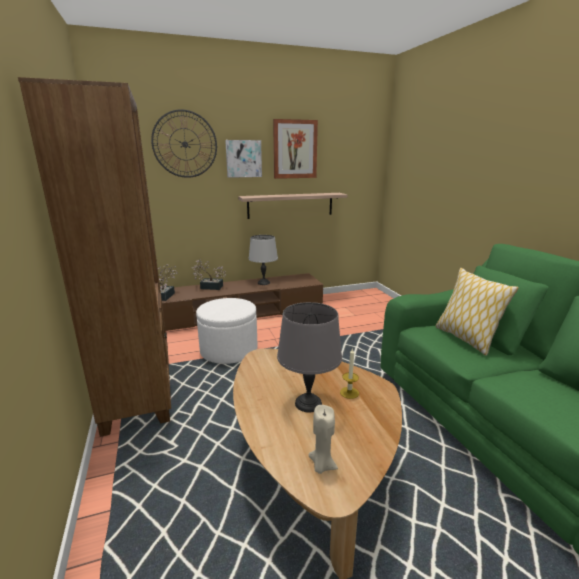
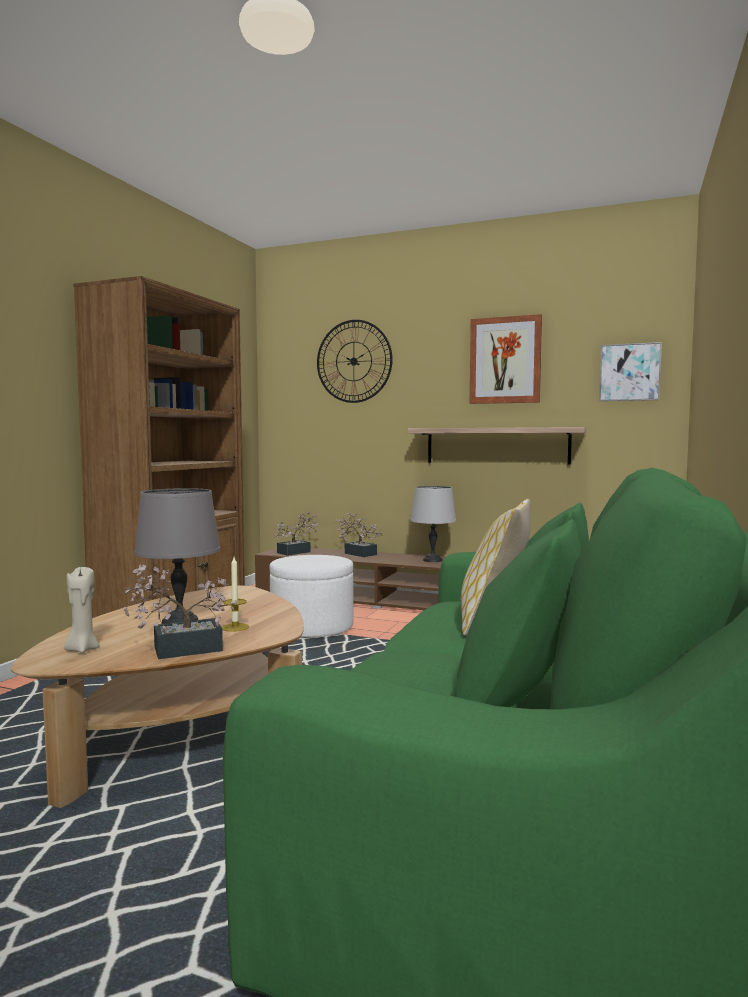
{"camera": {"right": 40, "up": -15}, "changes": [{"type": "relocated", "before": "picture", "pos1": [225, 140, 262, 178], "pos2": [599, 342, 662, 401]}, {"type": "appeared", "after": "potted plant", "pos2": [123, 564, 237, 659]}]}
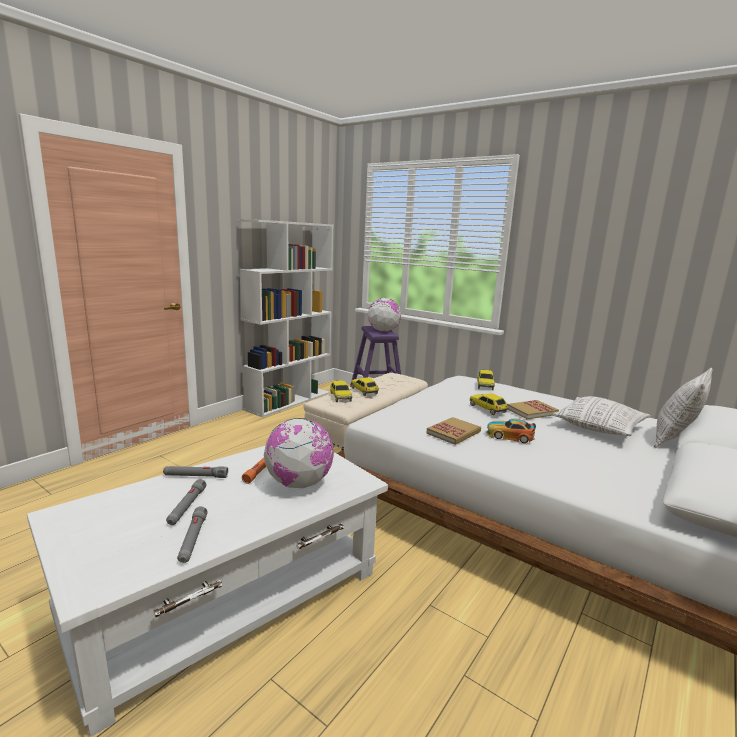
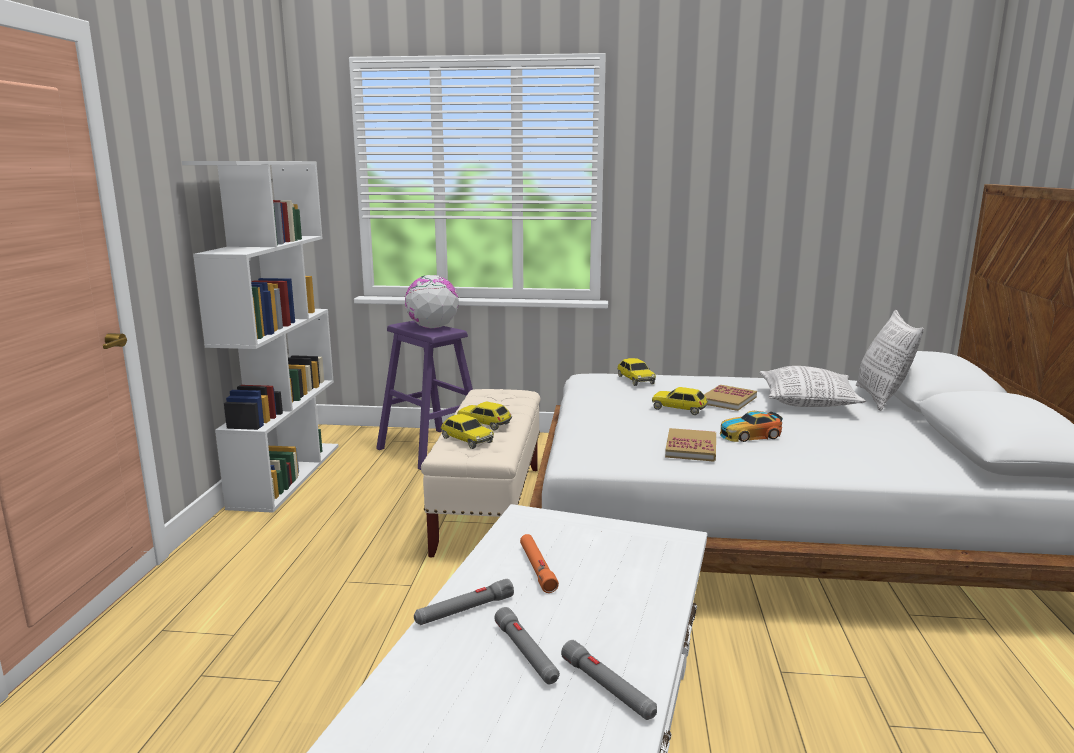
{"camera": {"right": -30, "up": 0}, "changes": [{"type": "missing", "before": "globe", "pos1": [264, 418, 334, 488]}]}
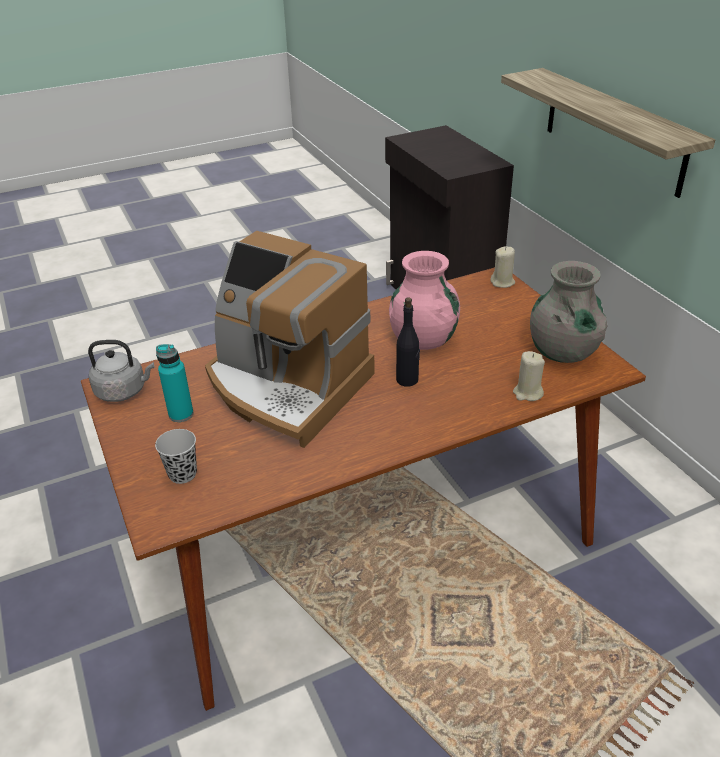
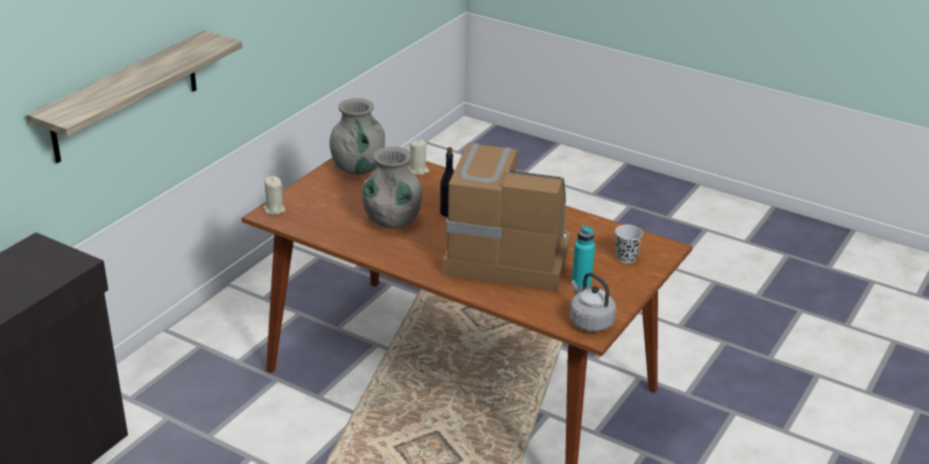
{"camera": {"right": -125, "up": -5}, "changes": [{"type": "spun", "before": "coffee machine", "pos1": [205, 231, 375, 448], "pos2": [443, 143, 571, 291], "turn": -75}, {"type": "colour", "before": "vase in pink", "after": "vase in grey", "pos1": [389, 251, 460, 350], "pos2": [362, 146, 422, 228]}]}
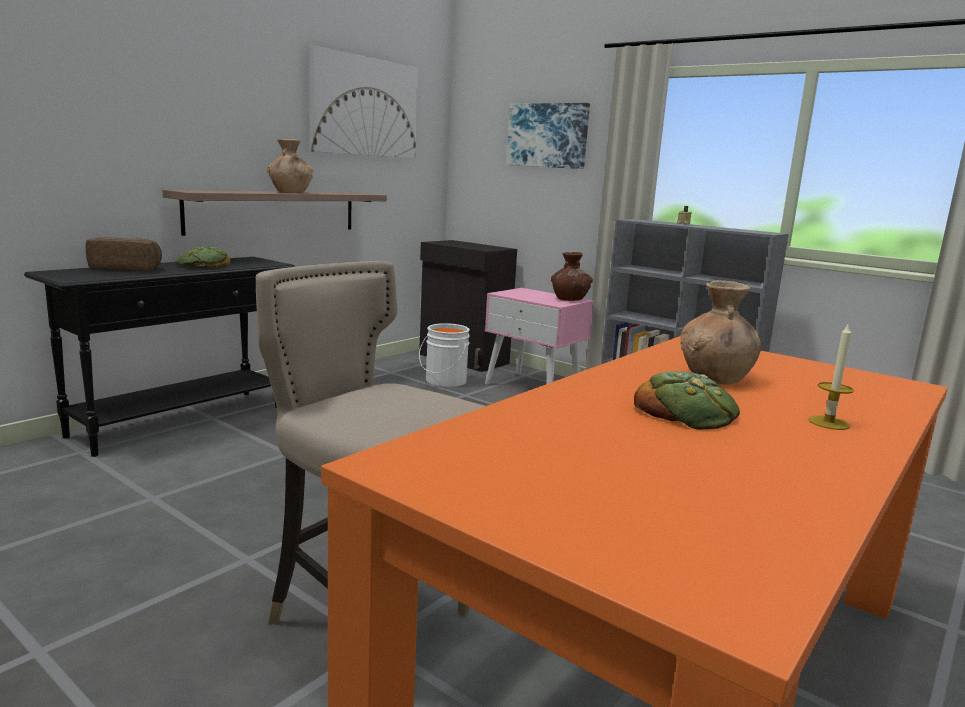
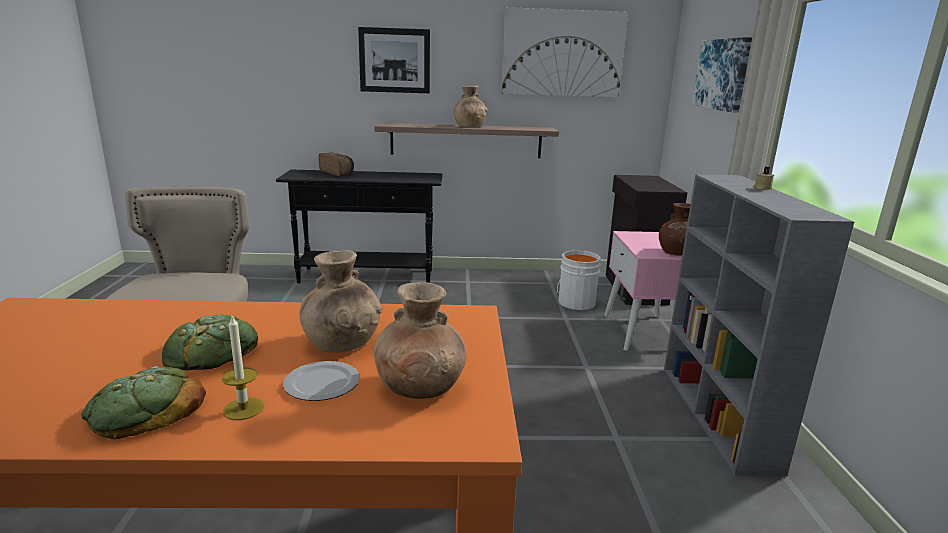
{"camera": {"right": 50, "up": 5}, "changes": [{"type": "relocated", "before": "bread", "pos1": [176, 246, 230, 267], "pos2": [81, 366, 206, 439]}, {"type": "appeared", "after": "picture", "pos2": [358, 27, 430, 93]}, {"type": "appeared", "after": "vase in brown", "pos2": [374, 282, 467, 399]}, {"type": "appeared", "after": "plate", "pos2": [283, 361, 360, 401]}]}
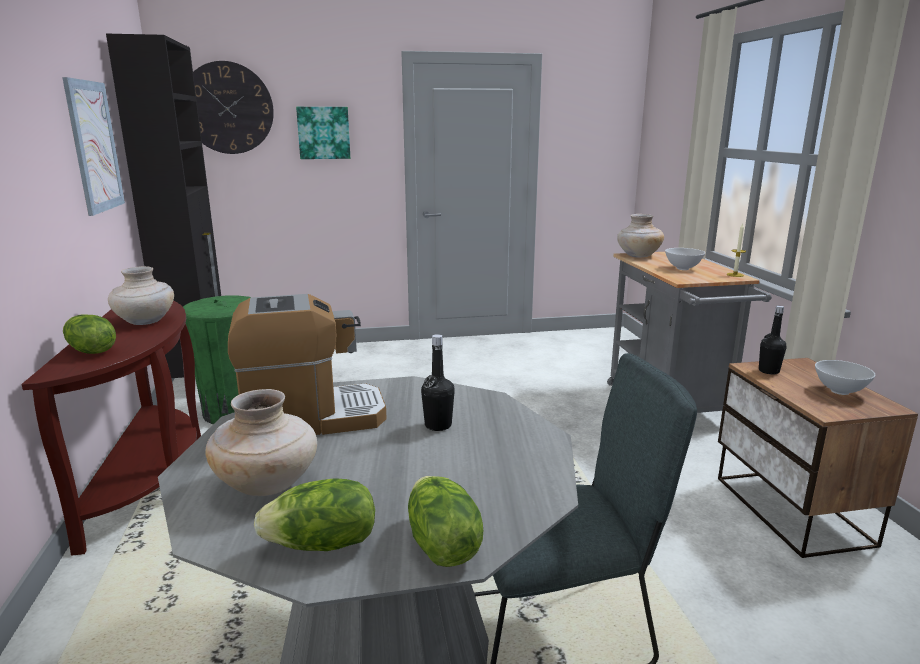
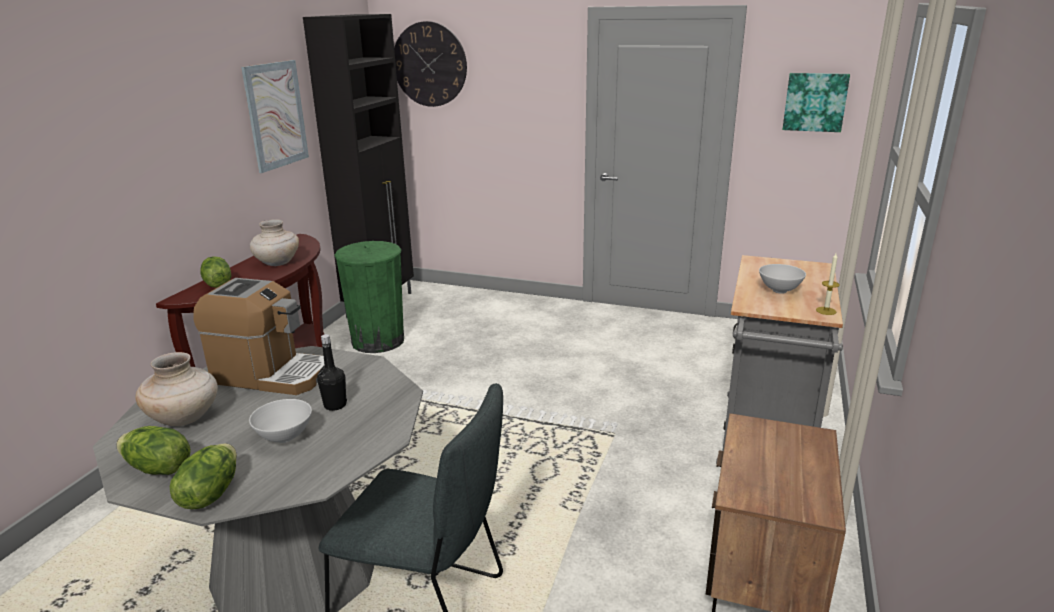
{"camera": {"right": 30, "up": 5}, "changes": [{"type": "relocated", "before": "picture", "pos1": [296, 107, 350, 159], "pos2": [783, 73, 850, 132]}, {"type": "missing", "before": "vase in beige", "pos1": [617, 214, 664, 258]}, {"type": "missing", "before": "bottle in black", "pos1": [759, 306, 787, 375]}, {"type": "relocated", "before": "bowl in white", "pos1": [815, 360, 875, 395], "pos2": [249, 399, 312, 443]}]}
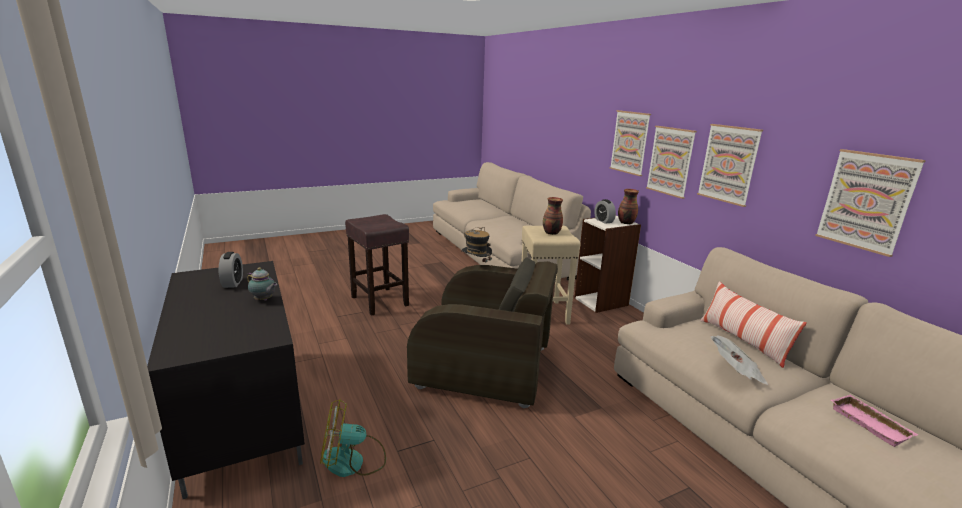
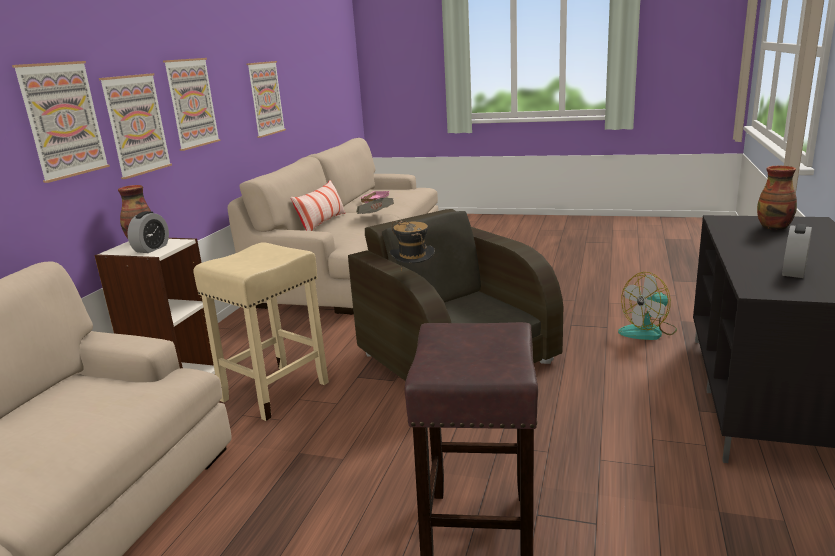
{"camera": {"right": -135, "up": 0}, "changes": [{"type": "relocated", "before": "vase", "pos1": [543, 197, 563, 235], "pos2": [757, 166, 797, 230]}, {"type": "missing", "before": "teapot", "pos1": [247, 267, 277, 301]}, {"type": "spun", "before": "fan", "pos1": [320, 399, 386, 477], "pos2": [618, 272, 677, 340], "turn": 120}]}
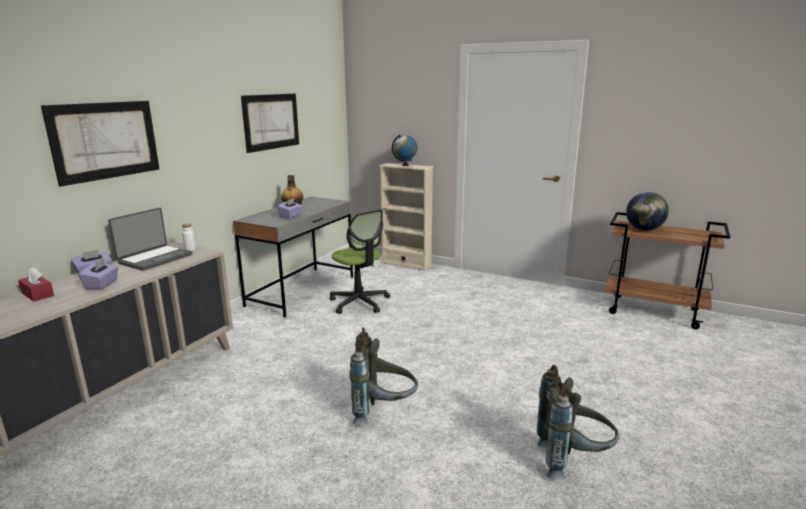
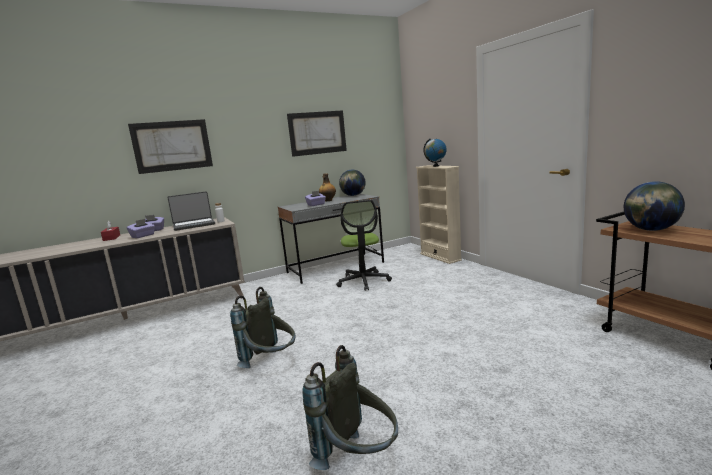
{"camera": {"right": 35, "up": -5}, "changes": [{"type": "appeared", "after": "globe", "pos2": [339, 170, 366, 196]}]}
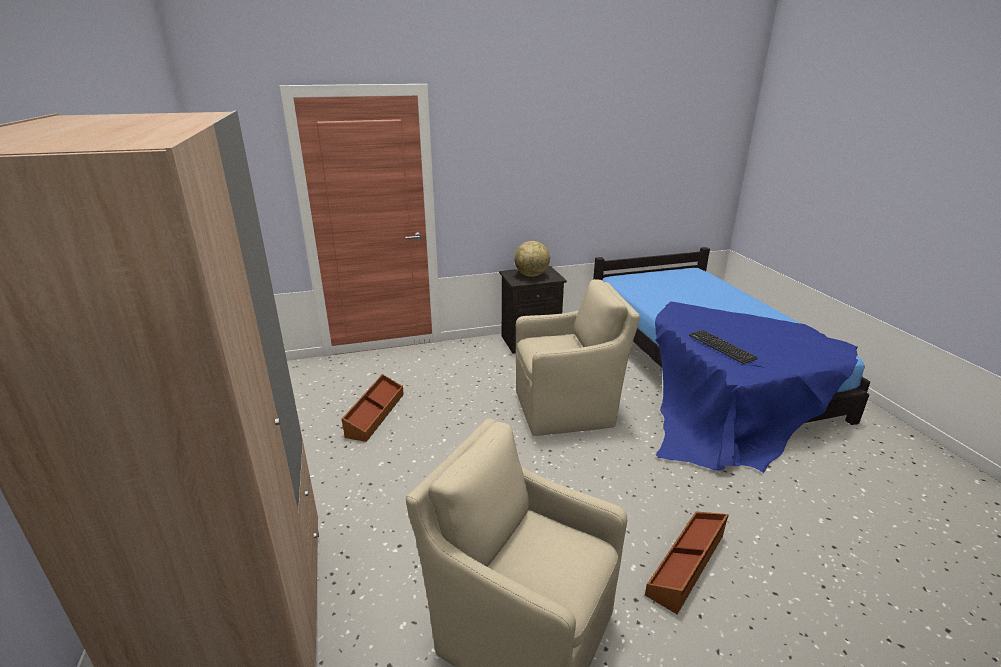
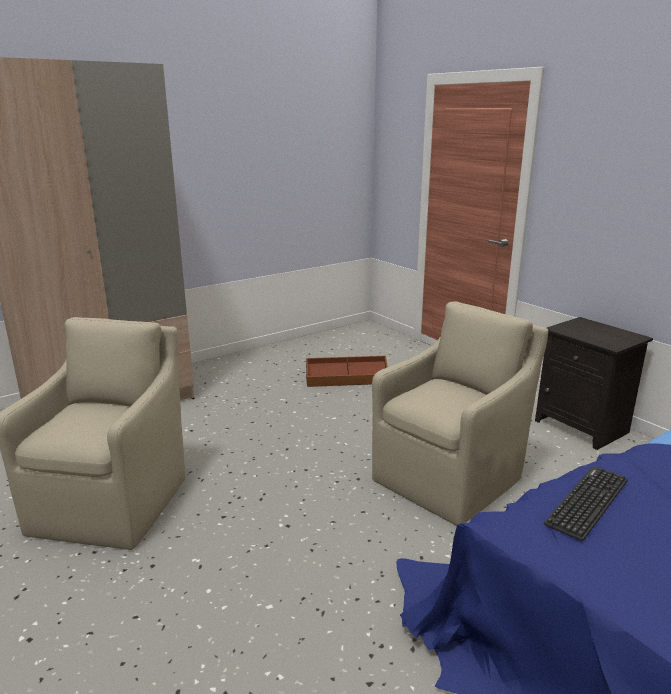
{"camera": {"right": 70, "up": -5}, "changes": [{"type": "missing", "before": "globe", "pos1": [514, 241, 550, 277]}, {"type": "spun", "before": "armchair in beige", "pos1": [516, 279, 640, 436], "pos2": [372, 301, 548, 526], "turn": -105}, {"type": "missing", "before": "storage box in brown", "pos1": [645, 511, 729, 614]}]}
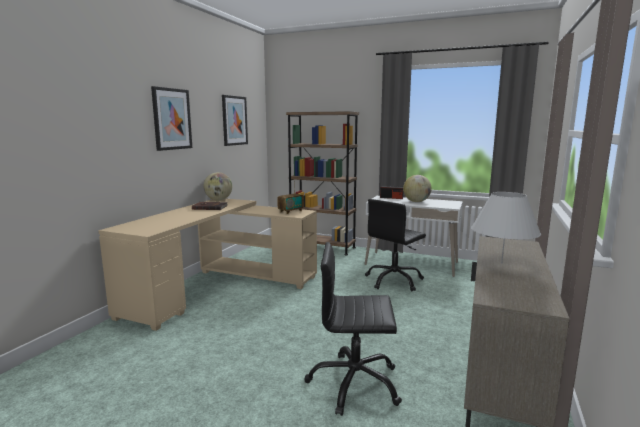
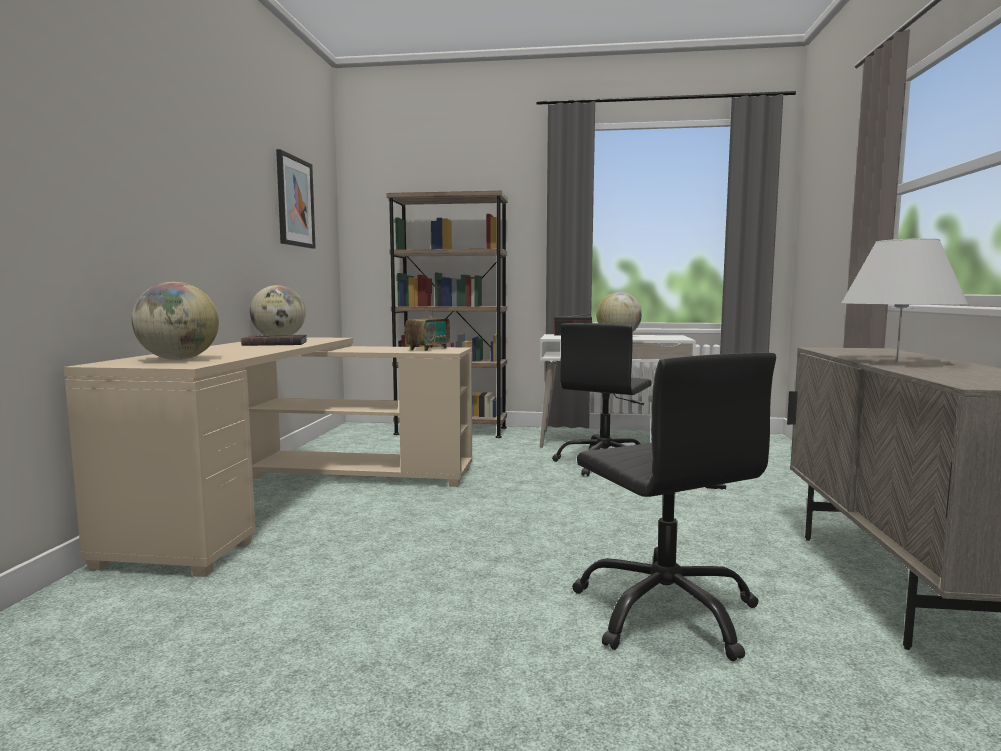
{"camera": {"right": -15, "up": -5}, "changes": [{"type": "missing", "before": "picture", "pos1": [151, 86, 192, 151]}, {"type": "spun", "before": "office chair in black", "pos1": [304, 242, 402, 416], "pos2": [572, 353, 776, 661], "turn": -105}, {"type": "appeared", "after": "globe", "pos2": [131, 282, 219, 360]}]}
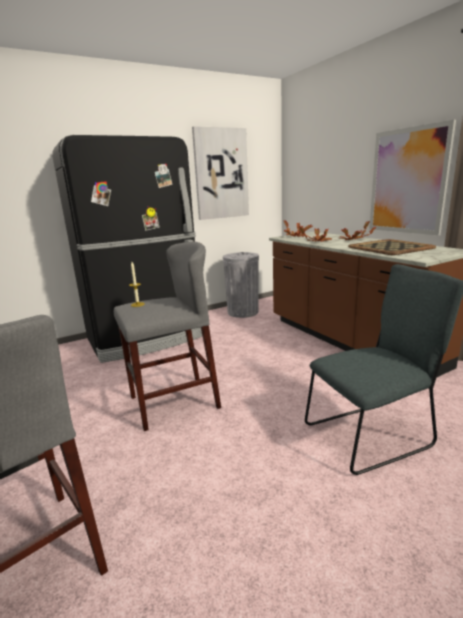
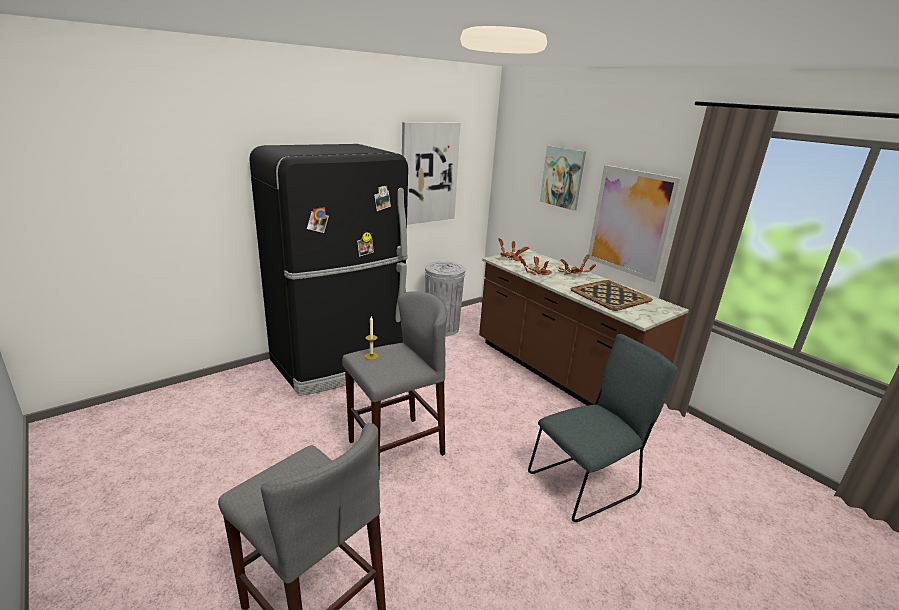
{"camera": {"right": -10, "up": 5}, "changes": [{"type": "appeared", "after": "picture", "pos2": [540, 145, 586, 211]}]}
